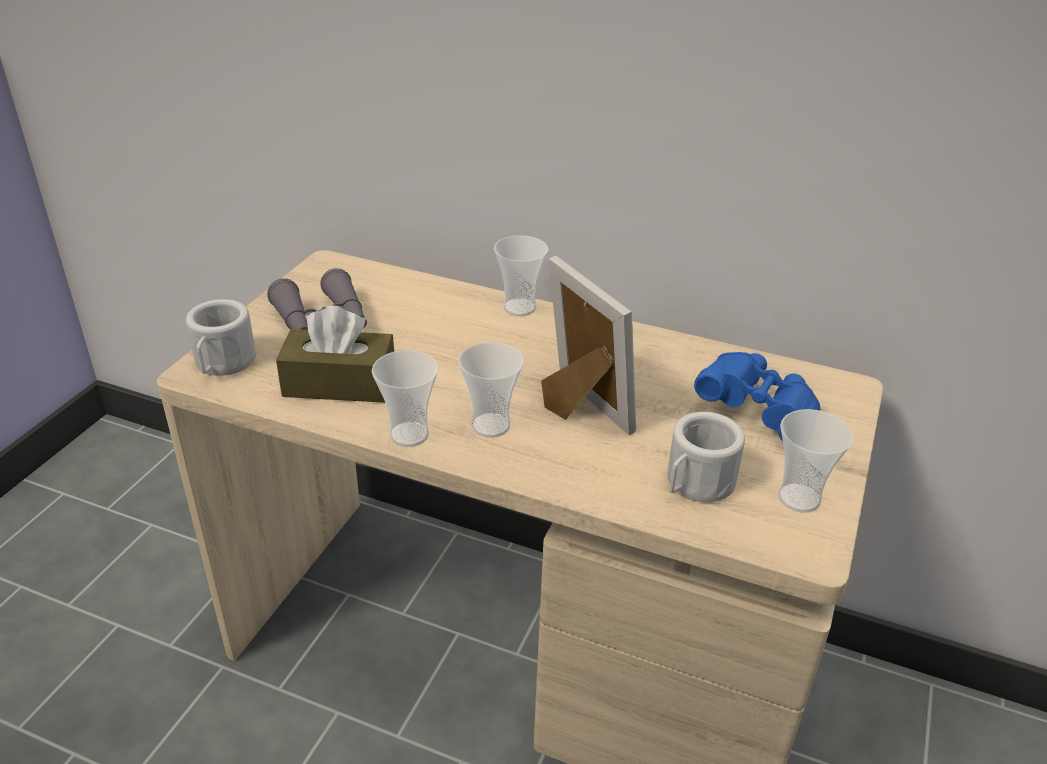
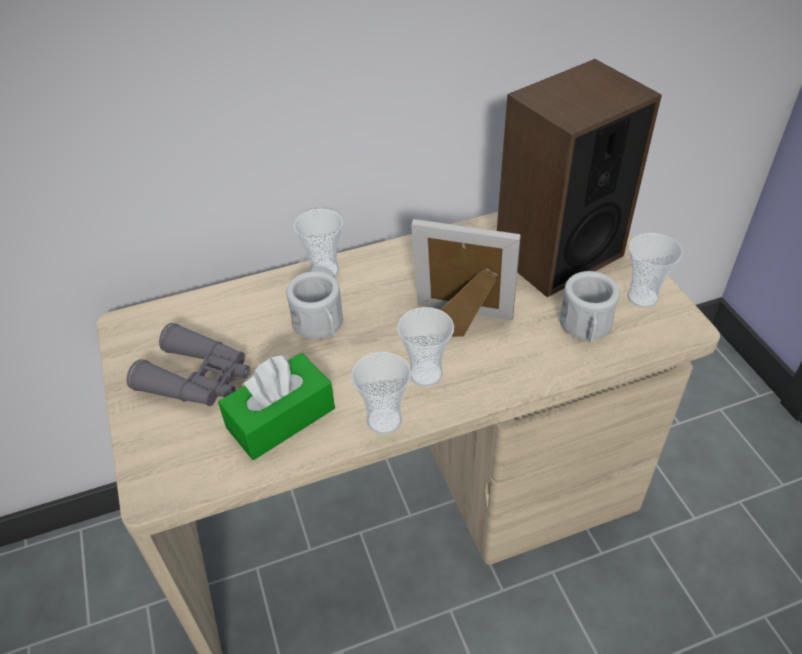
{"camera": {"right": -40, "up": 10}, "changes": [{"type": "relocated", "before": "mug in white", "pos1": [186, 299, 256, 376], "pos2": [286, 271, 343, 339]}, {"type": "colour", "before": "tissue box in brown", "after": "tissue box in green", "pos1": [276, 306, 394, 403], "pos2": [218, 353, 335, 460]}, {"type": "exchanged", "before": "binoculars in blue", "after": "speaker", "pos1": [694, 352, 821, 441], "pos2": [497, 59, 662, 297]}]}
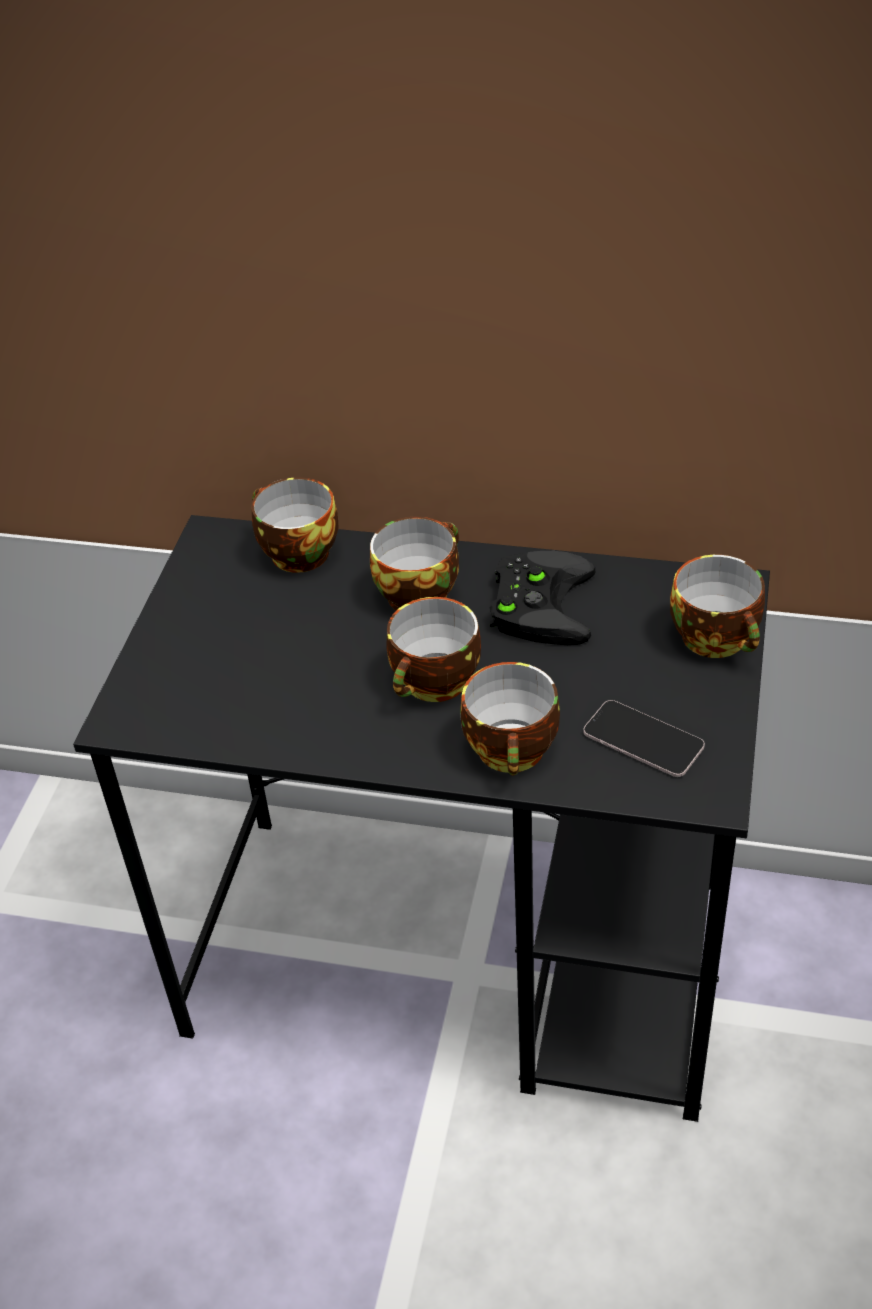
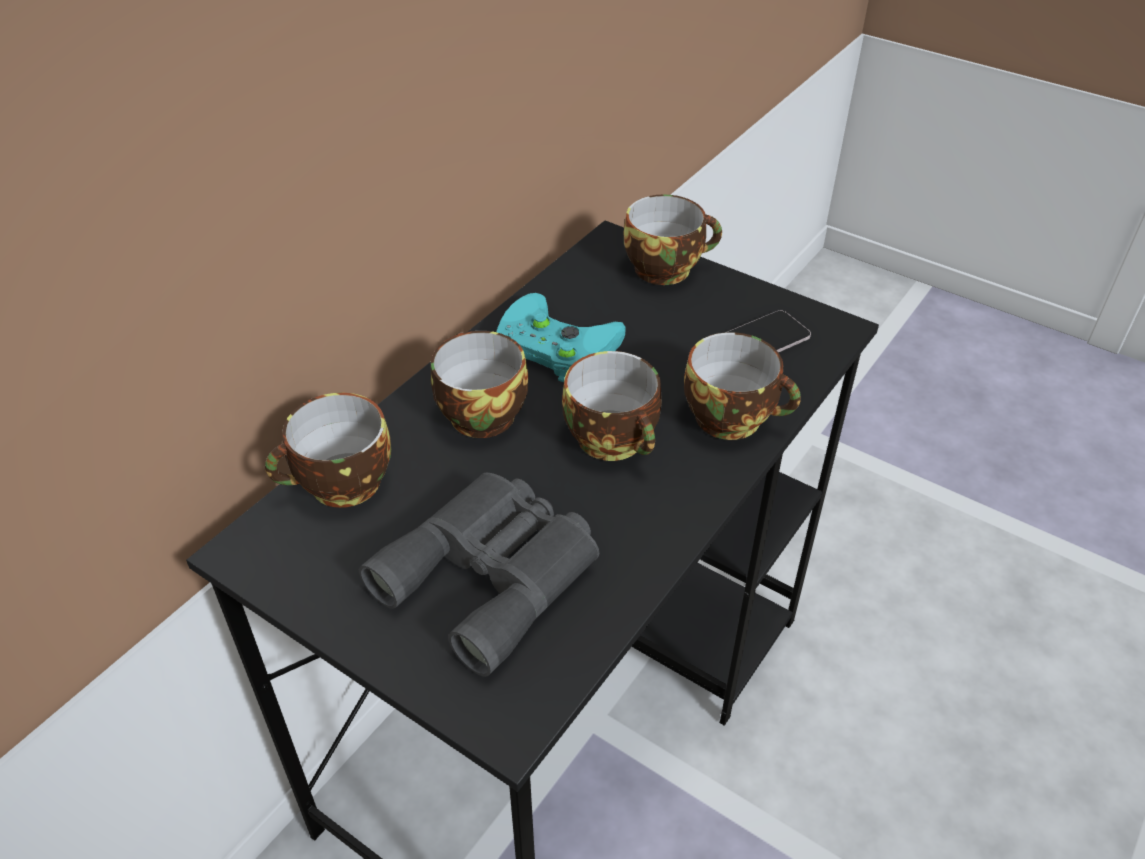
{"camera": {"right": -70, "up": 0}, "changes": [{"type": "colour", "before": "game controller in black", "after": "game controller in turquoise", "pos1": [490, 551, 596, 645], "pos2": [497, 293, 626, 382]}, {"type": "appeared", "after": "binoculars in grey", "pos2": [359, 472, 599, 677]}]}
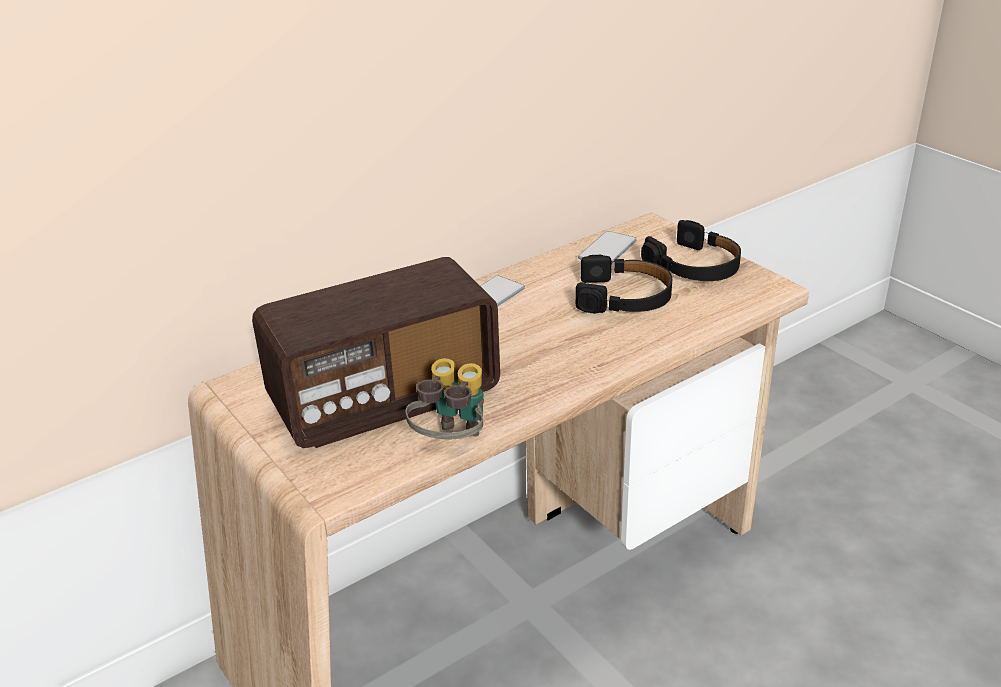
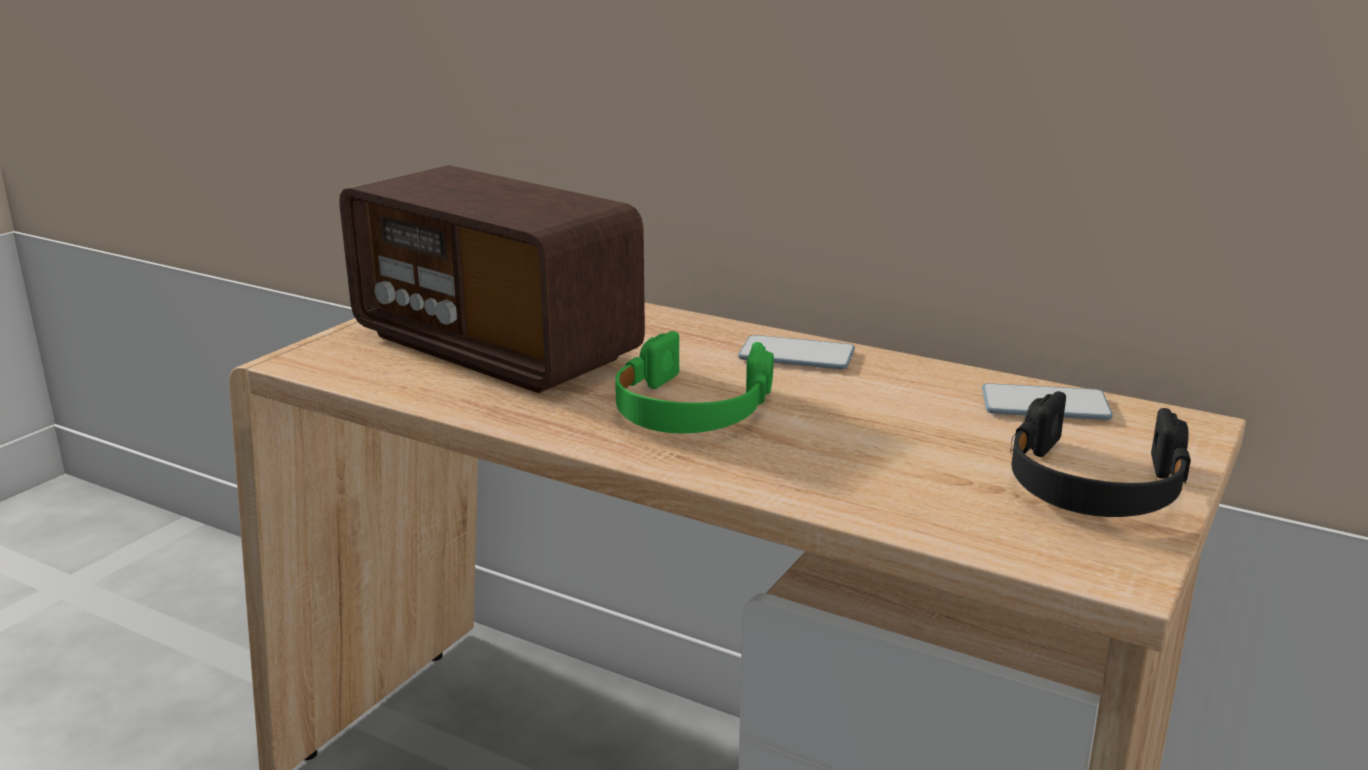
{"camera": {"right": 65, "up": -10}, "changes": [{"type": "missing", "before": "headphones in black", "pos1": [576, 255, 672, 313]}, {"type": "missing", "before": "binoculars", "pos1": [406, 358, 484, 440]}, {"type": "appeared", "after": "headphones in green", "pos2": [615, 331, 774, 433]}]}
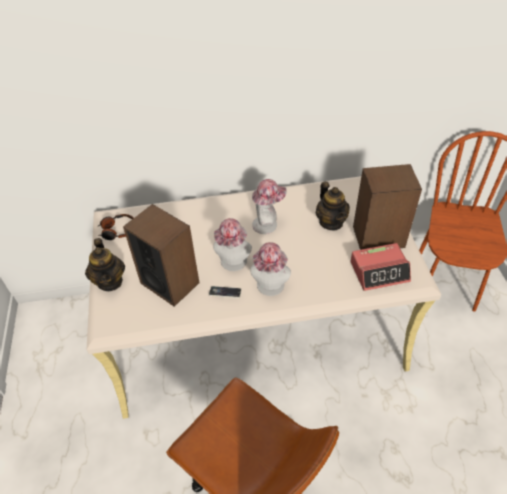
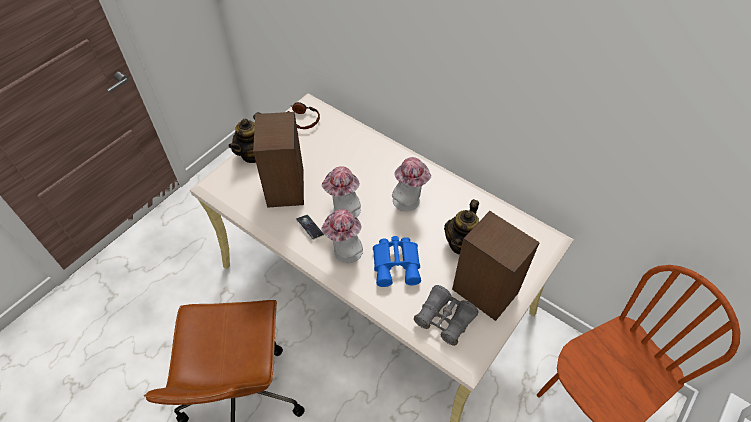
{"camera": {"right": 45, "up": 5}, "changes": [{"type": "exchanged", "before": "alarm clock", "after": "binoculars in grey", "pos1": [350, 243, 411, 291], "pos2": [414, 285, 478, 346]}, {"type": "appeared", "after": "binoculars in blue", "pos2": [373, 236, 421, 287]}]}
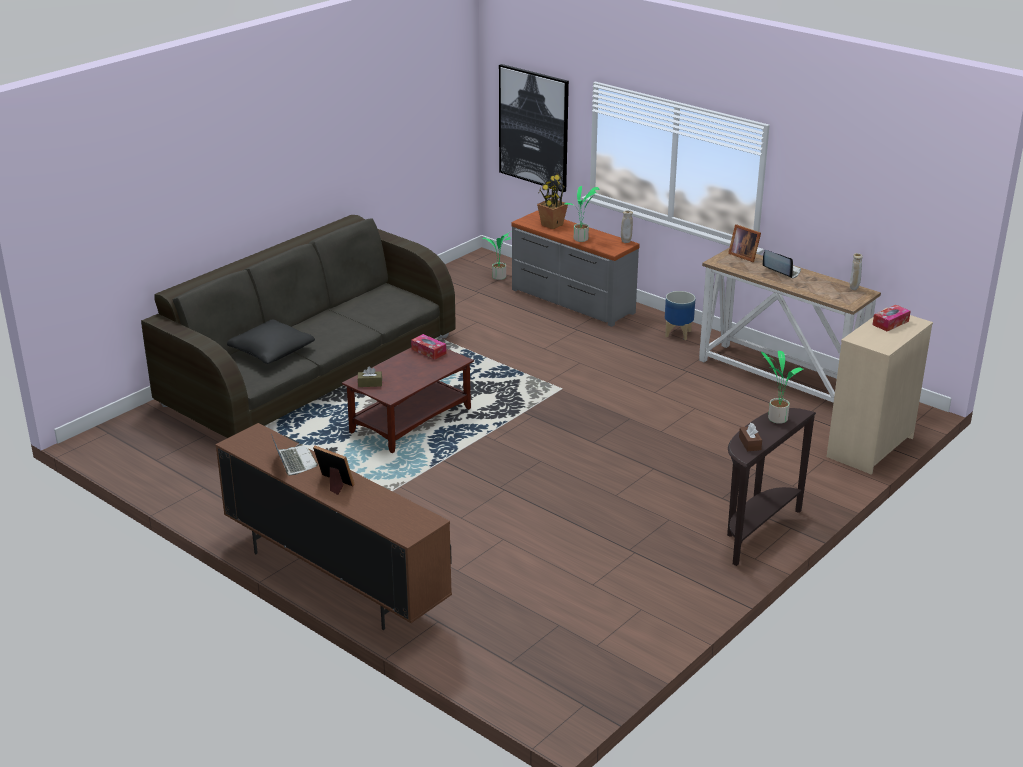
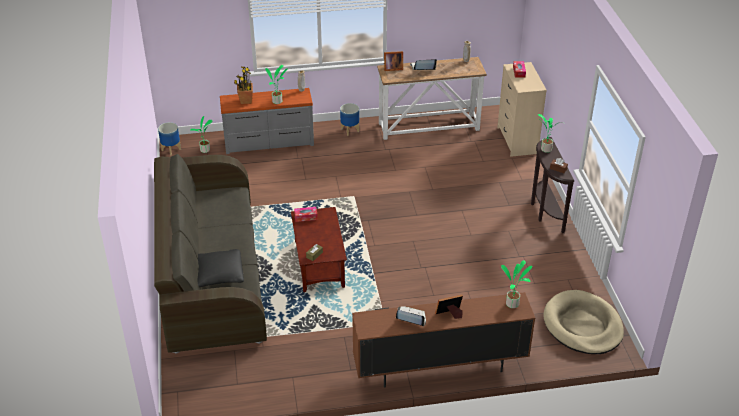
{"camera": {"right": -50, "up": 10}, "changes": [{"type": "missing", "before": "picture", "pos1": [499, 64, 569, 192]}, {"type": "appeared", "after": "planter", "pos2": [158, 122, 181, 156]}, {"type": "appeared", "after": "potted plant", "pos2": [501, 260, 532, 308]}, {"type": "appeared", "after": "dog bed in beige", "pos2": [543, 290, 624, 354]}]}
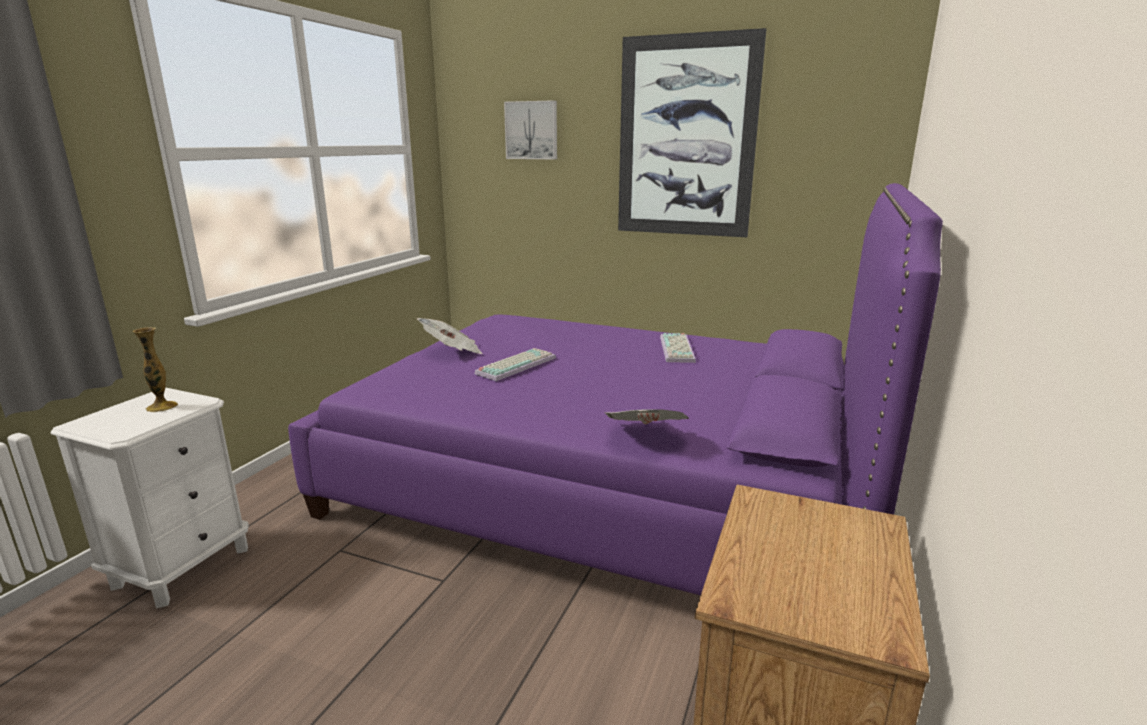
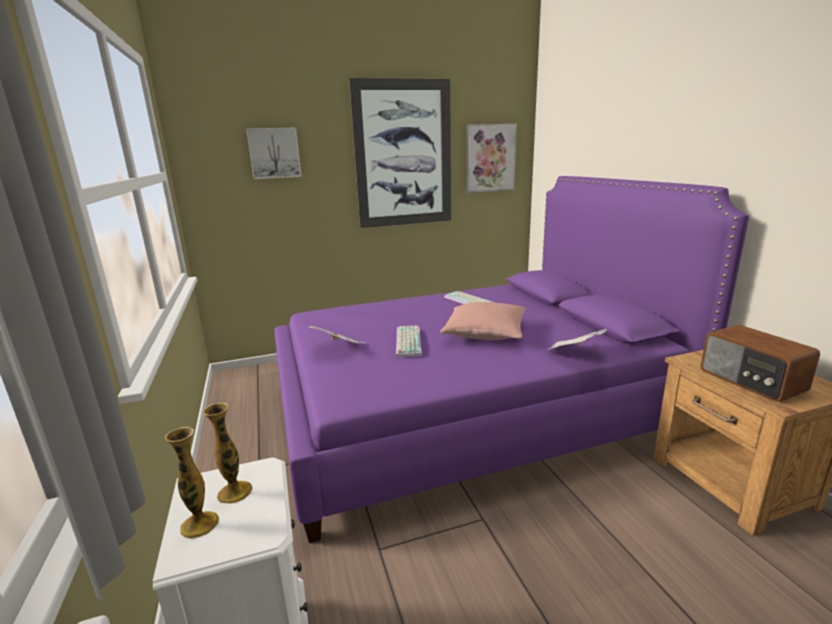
{"camera": {"right": -40, "up": 0}, "changes": [{"type": "appeared", "after": "picture", "pos2": [466, 124, 517, 193]}, {"type": "appeared", "after": "pillow in pink", "pos2": [440, 302, 526, 340]}, {"type": "appeared", "after": "radio", "pos2": [700, 325, 820, 402]}, {"type": "appeared", "after": "vase", "pos2": [165, 427, 219, 539]}]}
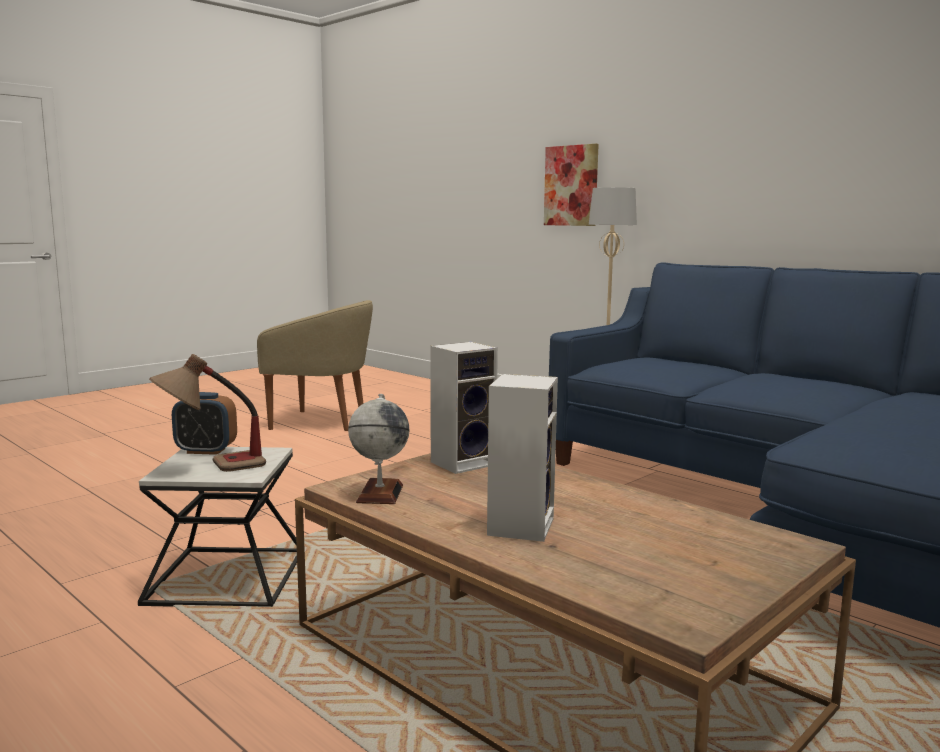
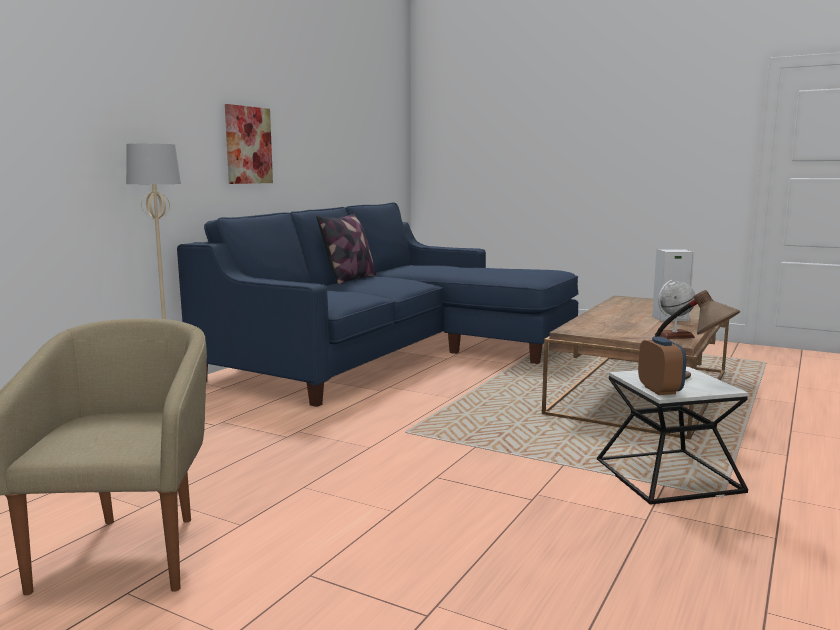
{"camera": {"right": -105, "up": 0}, "changes": [{"type": "relocated", "before": "picture", "pos1": [544, 144, 599, 226], "pos2": [225, 104, 273, 184]}, {"type": "missing", "before": "speaker", "pos1": [430, 342, 498, 474]}, {"type": "appeared", "after": "pillow", "pos2": [316, 213, 376, 284]}]}
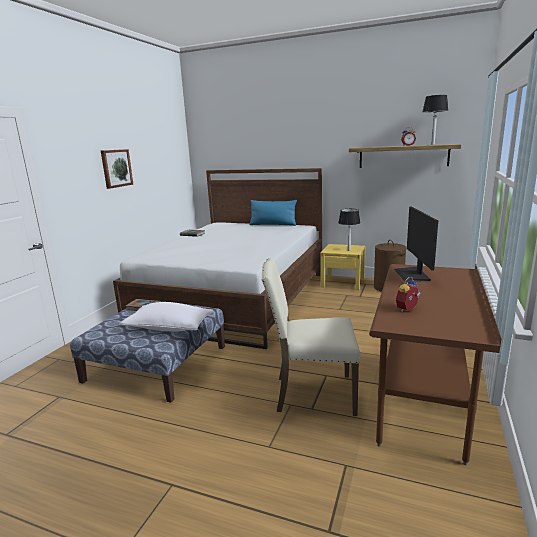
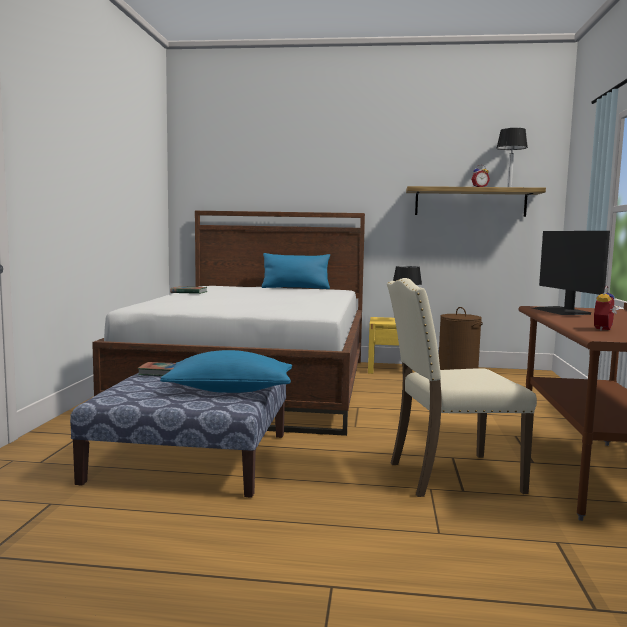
{"camera": {"right": -15, "up": -10}, "changes": [{"type": "missing", "before": "picture", "pos1": [101, 149, 133, 189]}, {"type": "colour", "before": "pillow in white", "after": "pillow in blue", "pos1": [120, 302, 213, 332], "pos2": [160, 350, 292, 393]}]}
